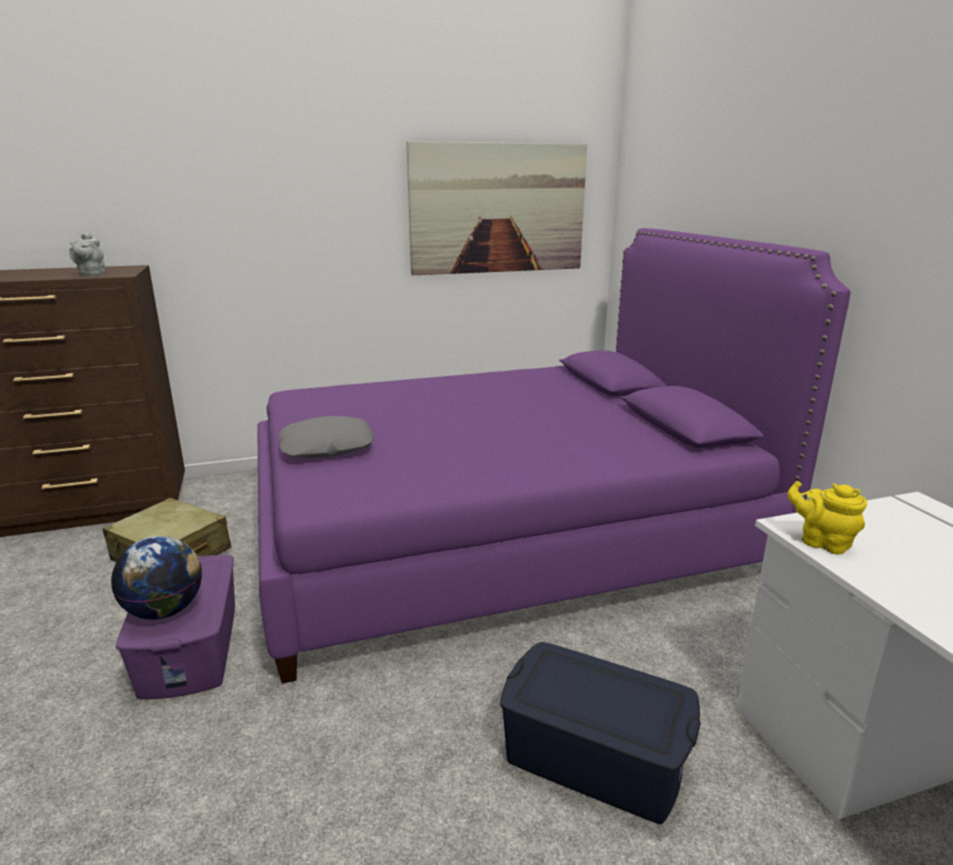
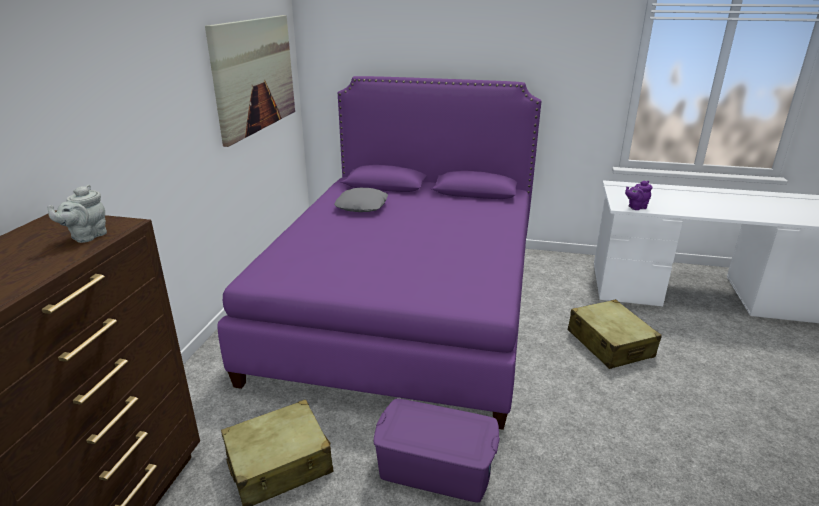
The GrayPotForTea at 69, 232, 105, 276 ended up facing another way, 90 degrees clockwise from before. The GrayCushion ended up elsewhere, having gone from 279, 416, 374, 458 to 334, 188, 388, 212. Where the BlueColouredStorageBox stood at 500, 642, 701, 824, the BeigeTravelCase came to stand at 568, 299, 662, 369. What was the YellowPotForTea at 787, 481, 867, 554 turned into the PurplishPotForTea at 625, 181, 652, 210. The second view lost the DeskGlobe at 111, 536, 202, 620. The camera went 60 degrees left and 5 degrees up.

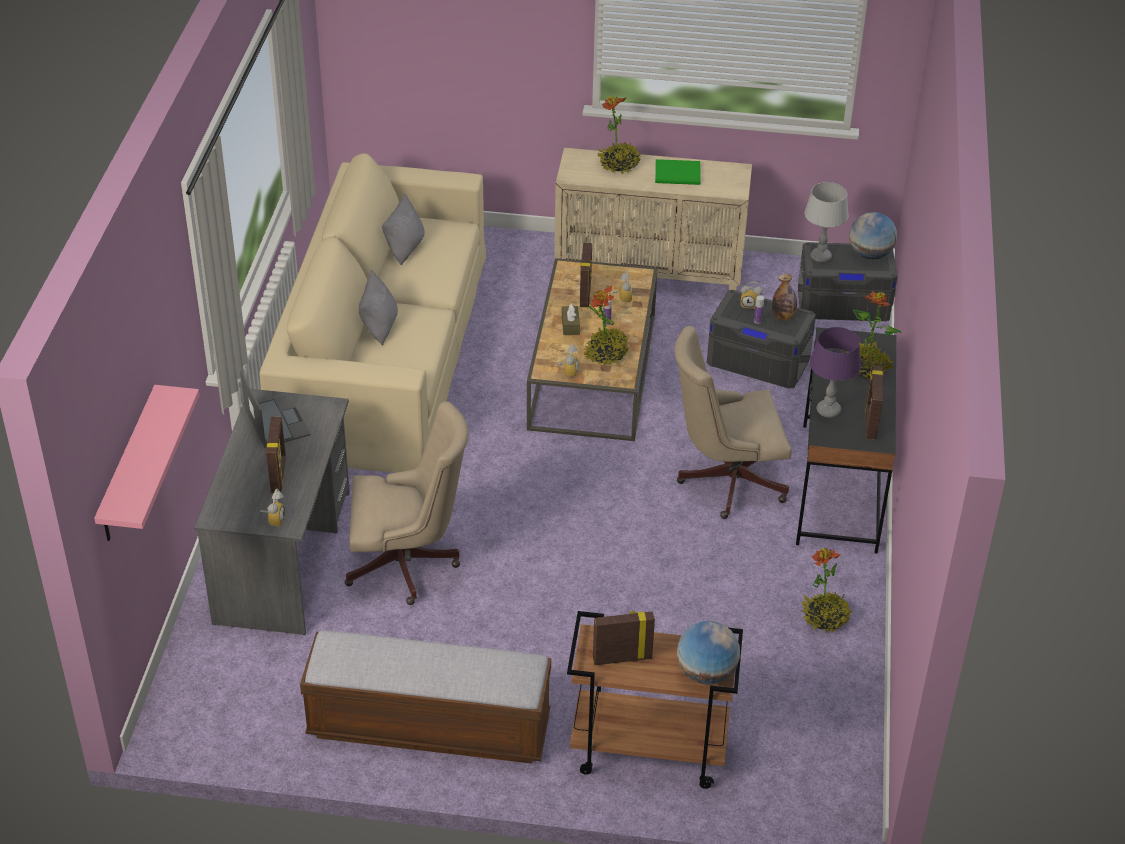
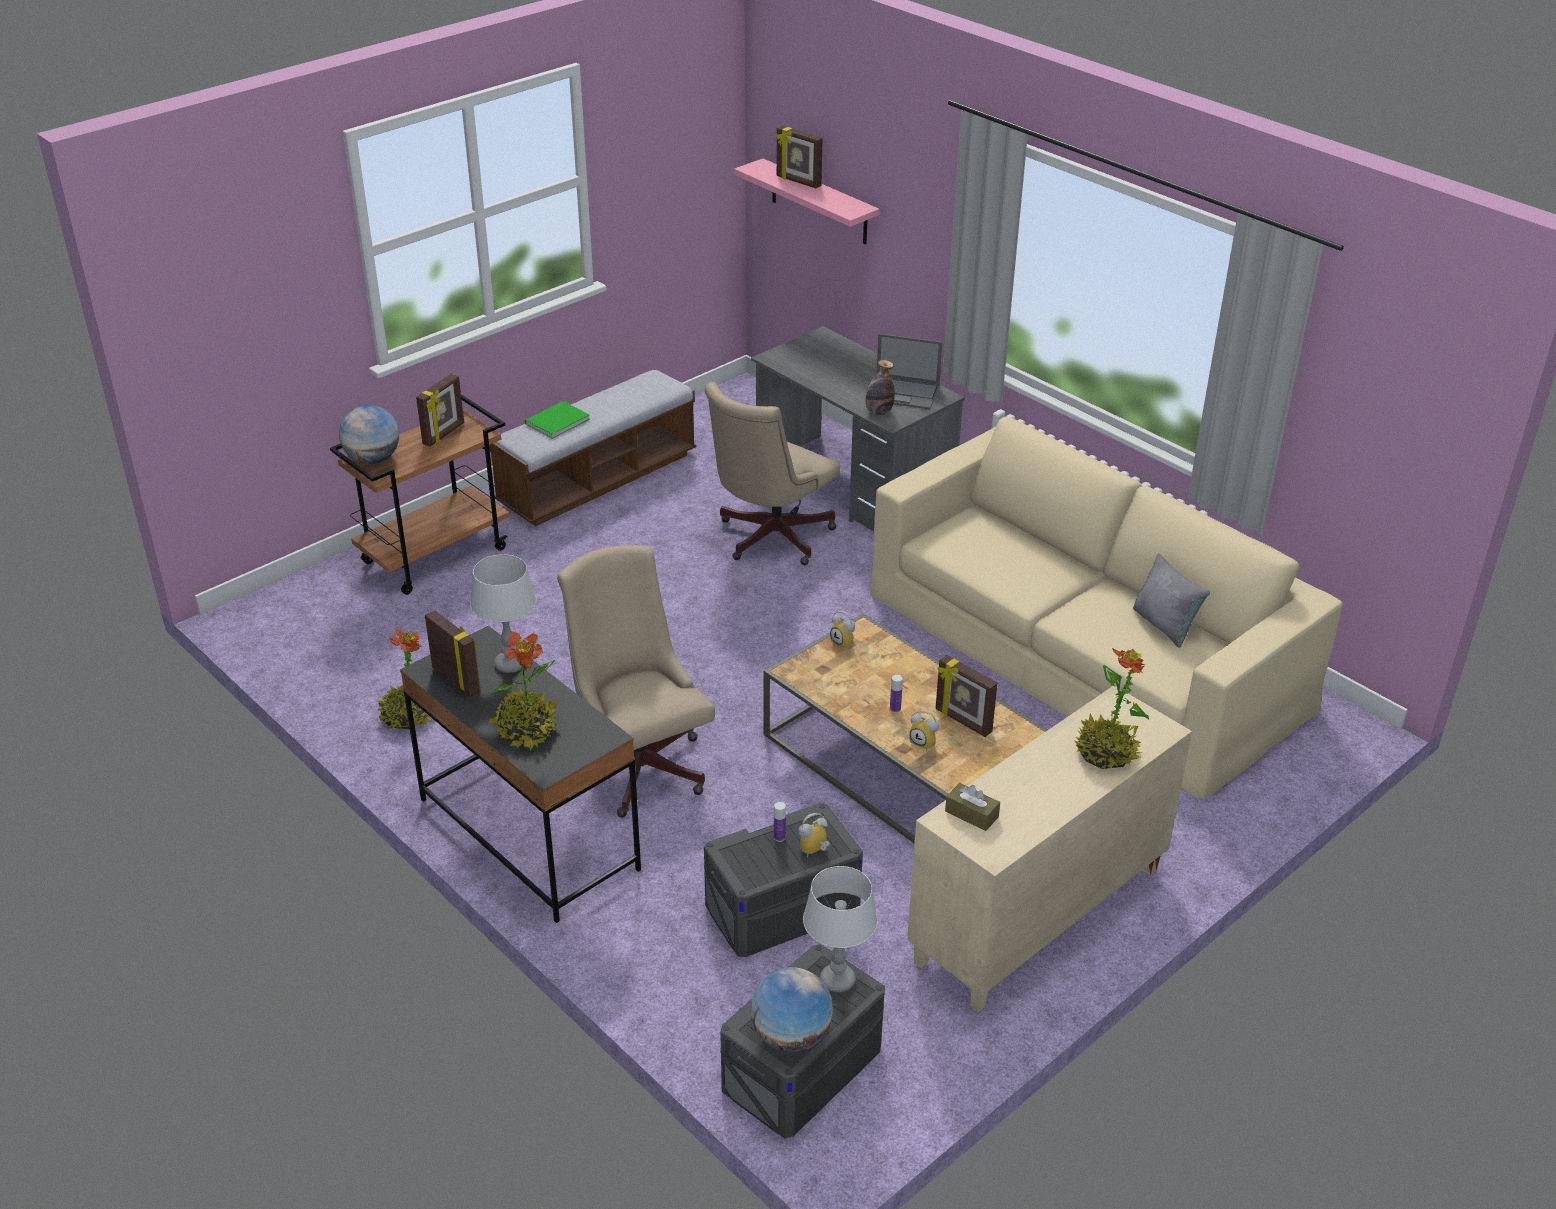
What was the PurplishTableLamp at 810, 327, 861, 418 turned into the GrayTableLamp at 470, 554, 537, 673. The GreenVolume ended up elsewhere, having gone from 655, 159, 701, 185 to 525, 401, 590, 439. The BeigeComputerChair at 675, 326, 792, 519 ended up facing another way, 60 degrees counterclockwise from before. The PhotoFrame ended up elsewhere, having gone from 266, 416, 286, 493 to 776, 125, 823, 188. The DrinkBottle ended up elsewhere, having gone from 772, 274, 797, 321 to 866, 360, 895, 416. The BrownColouredTissueHolder ended up elsewhere, having gone from 562, 303, 580, 335 to 945, 783, 1000, 831. The second view lost the AlarmClock at 260, 489, 285, 527. The second view lost the GrayCushion at 359, 270, 398, 345. The second view lost the Houseplant at 584, 286, 629, 365. The camera went 130 degrees right and 5 degrees down.

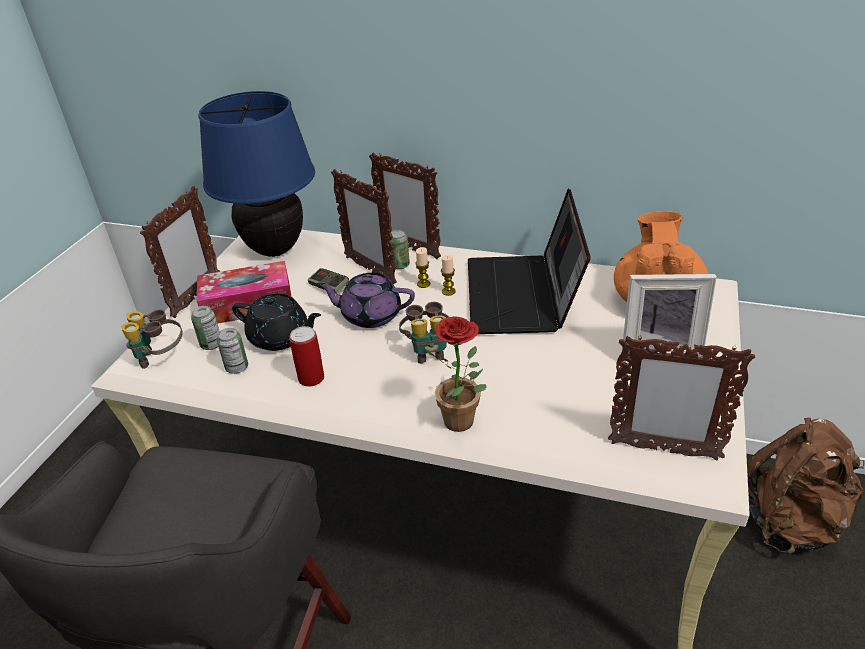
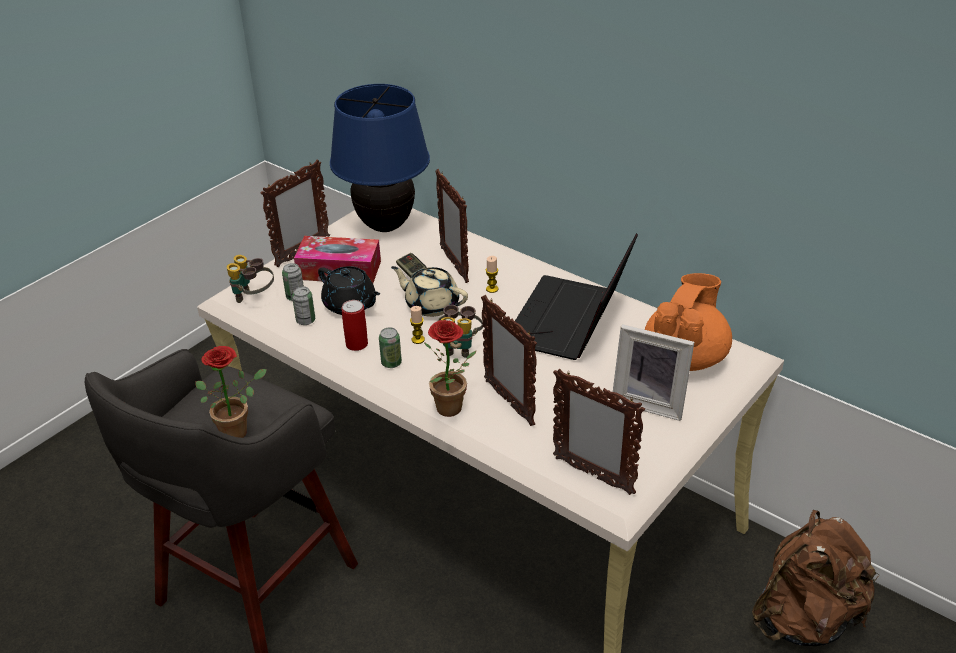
The second view gained the Houseplant at 196, 346, 267, 438. The SealedCan ended up elsewhere, having gone from 391, 229, 410, 269 to 379, 327, 402, 368. What was the PurplishPotForTea at 317, 273, 415, 328 turned into the BeigePotForTea at 391, 266, 468, 317. The Candle ended up elsewhere, having gone from 441, 255, 456, 296 to 410, 306, 425, 344. The PhotoFrame ended up elsewhere, having gone from 369, 152, 441, 259 to 481, 295, 537, 426. The camera went 20 degrees right and 0 degrees up.

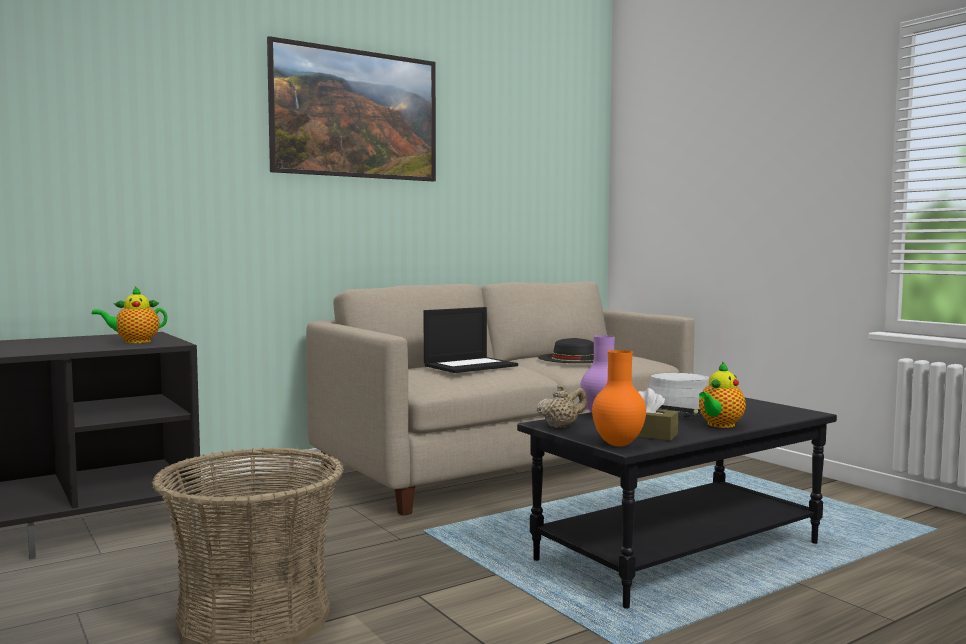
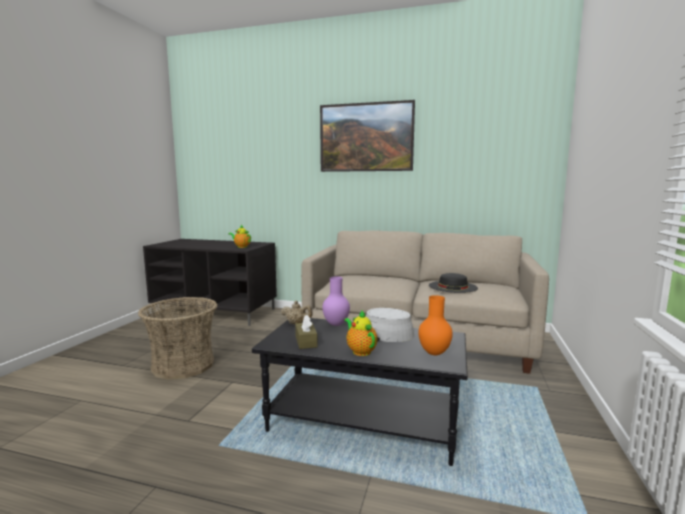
The PotForTea at 699, 361, 746, 428 ended up facing another way, 60 degrees clockwise from before. The OrangeColouredVase ended up elsewhere, having gone from 592, 350, 646, 446 to 418, 295, 453, 355. The second view lost the PortableComputer at 424, 307, 518, 373. The camera went 50 degrees right and 5 degrees up.

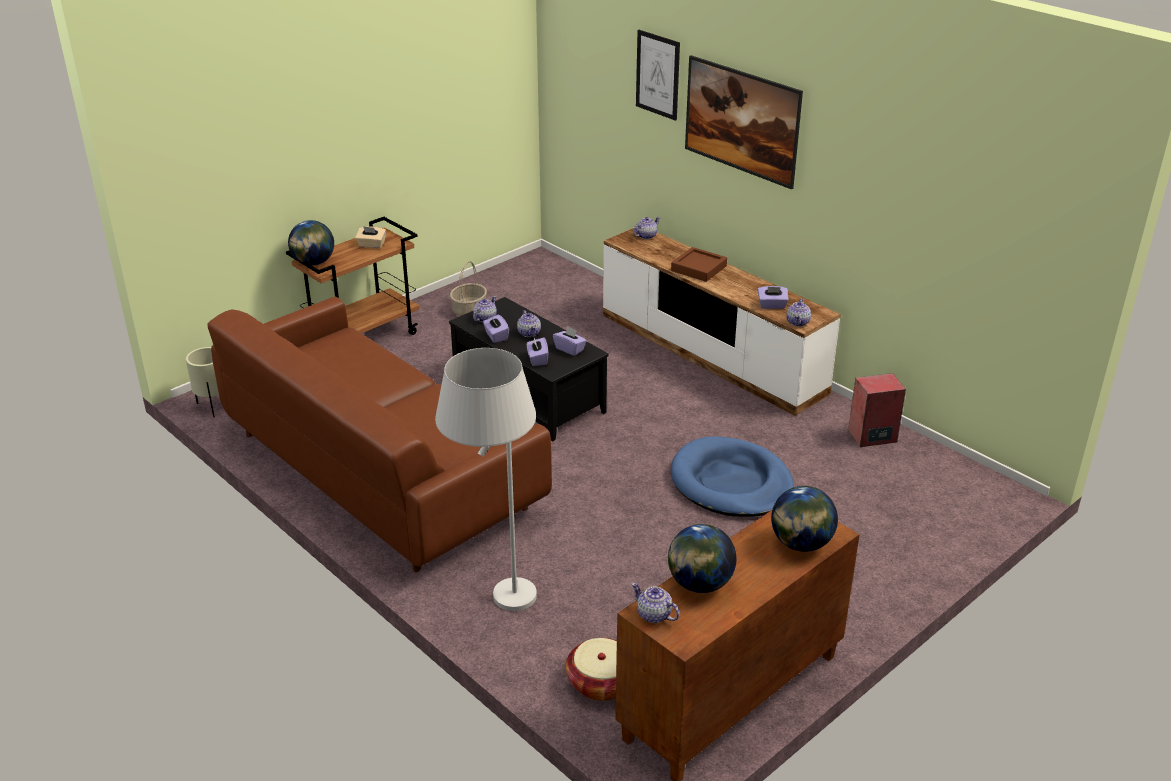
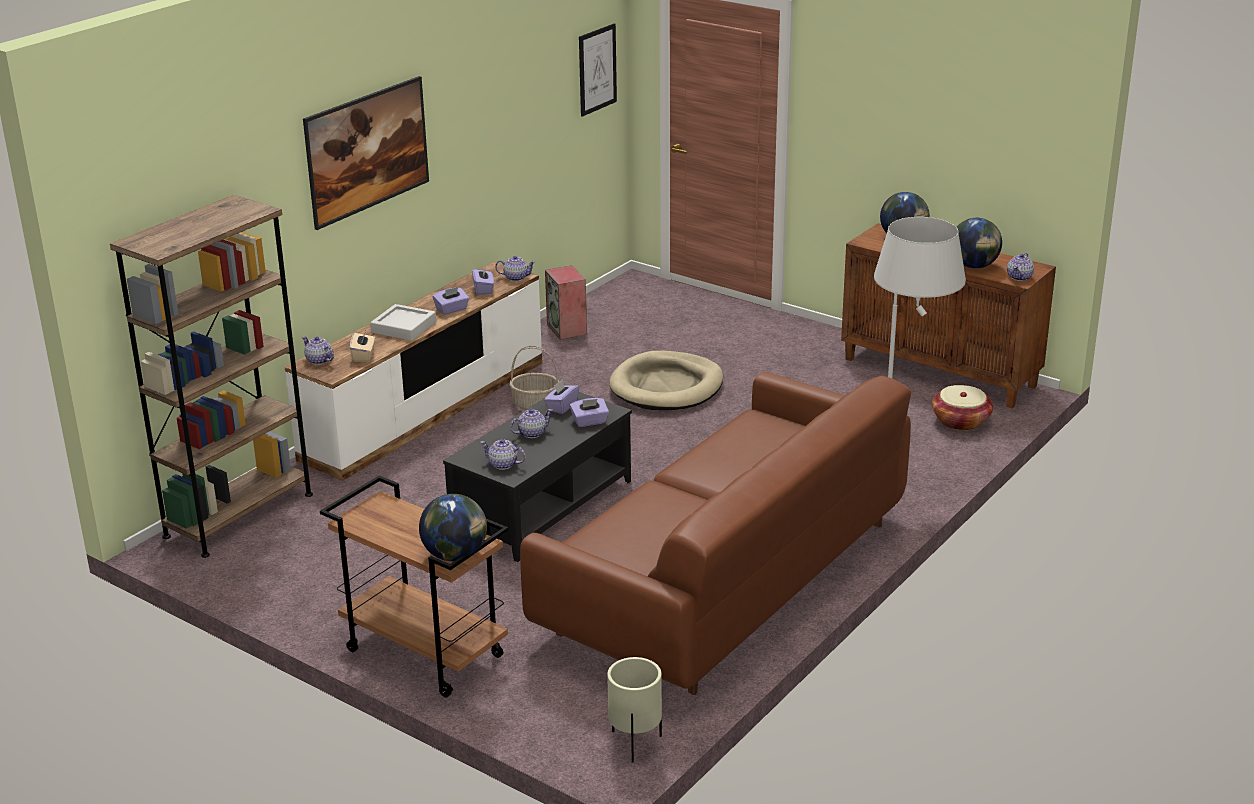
The second view gained the BrownColouredShelvingUnit at 110, 195, 313, 558. The BeigeTissueHolder ended up elsewhere, having gone from 355, 226, 386, 248 to 350, 331, 375, 362. What was the BrownColouredServingTray at 671, 247, 727, 282 turned into the GrayServingTray at 370, 304, 436, 341. The PurplishTissueHolder ended up elsewhere, having gone from 483, 315, 509, 343 to 433, 287, 469, 315. The HouseholdBasket ended up elsewhere, having gone from 450, 261, 487, 316 to 510, 346, 560, 410. The Picture ended up elsewhere, having gone from 636, 30, 680, 121 to 579, 23, 617, 117. What was the BlueColouredDogCushion at 671, 436, 794, 517 turned into the BeigeDogCushion at 609, 351, 723, 410. The camera went 100 degrees left and 5 degrees down.

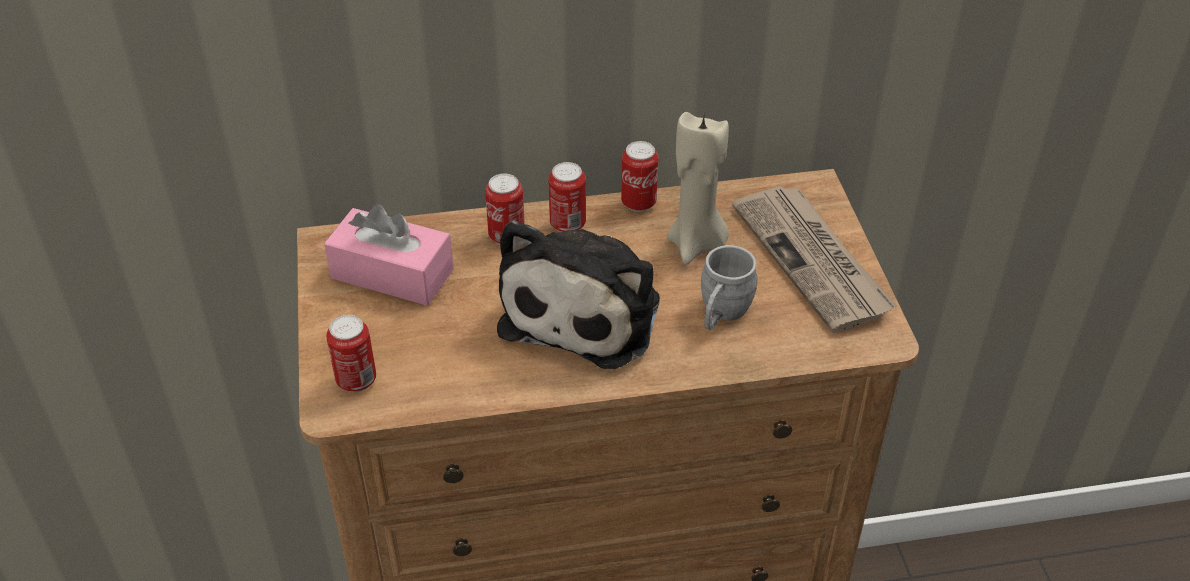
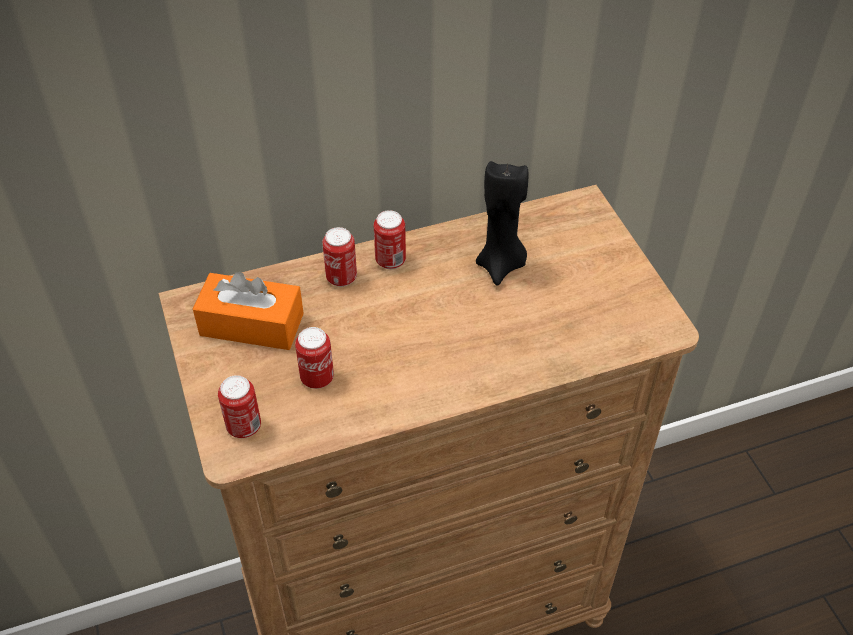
What was the PinkTissueHolder at 324, 205, 454, 306 turned into the OrangeColouredTissueHolder at 193, 272, 304, 350. The SealedCan ended up elsewhere, having gone from 621, 141, 659, 212 to 295, 327, 334, 389. What was the BeigeCandle at 667, 112, 729, 265 turned into the BlackishCandle at 476, 161, 529, 286. The second view lost the PlushToy at 497, 220, 660, 369. The second view lost the GrayMug at 701, 245, 758, 330. The second view lost the PrintedPaper at 732, 186, 897, 333. The camera went 10 degrees left and 5 degrees up.

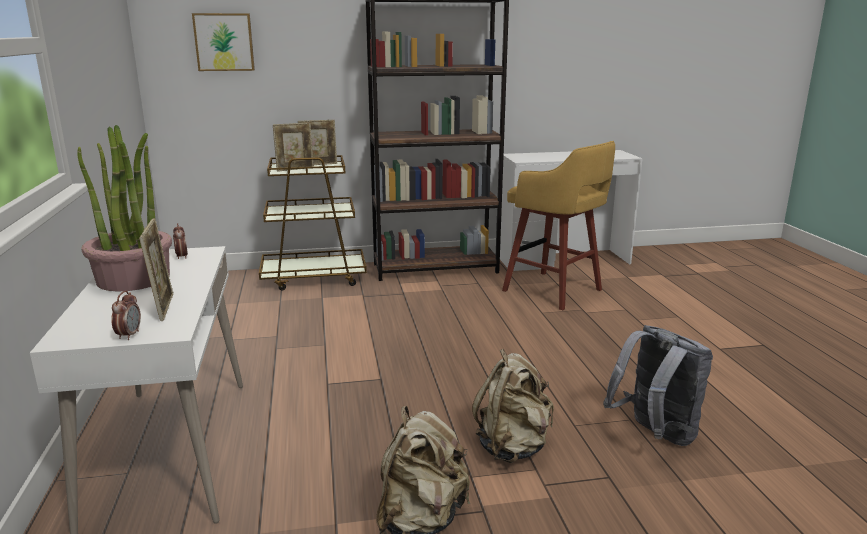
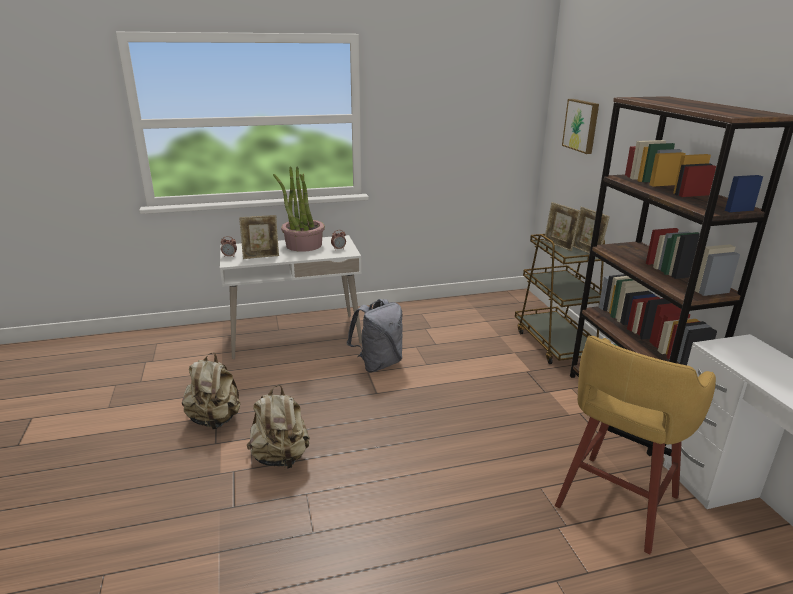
The GrayKnapsack ended up elsewhere, having gone from 603, 325, 713, 446 to 347, 299, 403, 372. The camera went 85 degrees right and 5 degrees up.

